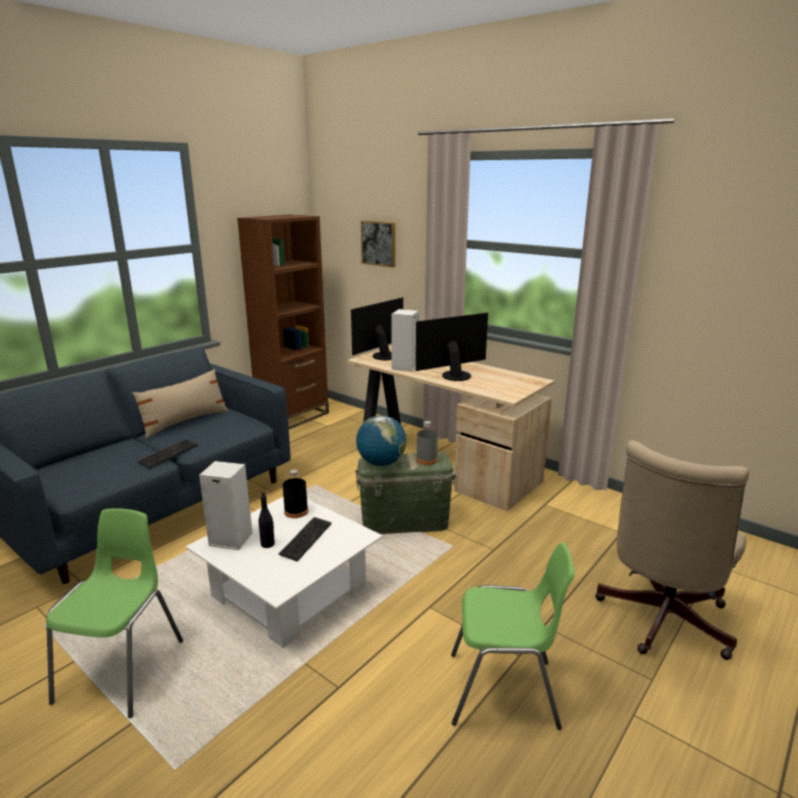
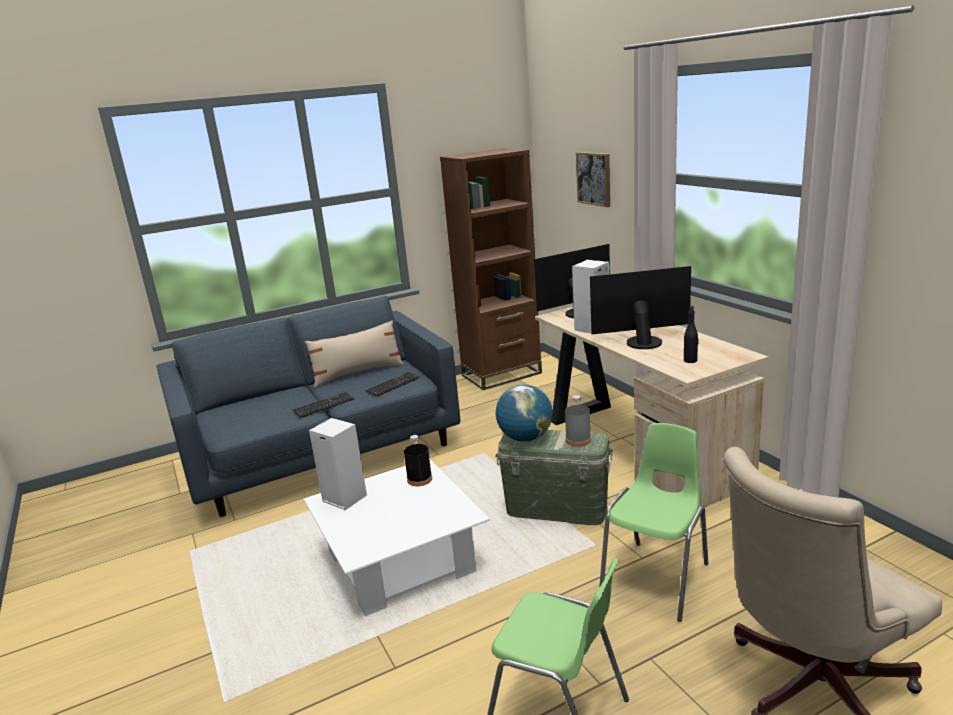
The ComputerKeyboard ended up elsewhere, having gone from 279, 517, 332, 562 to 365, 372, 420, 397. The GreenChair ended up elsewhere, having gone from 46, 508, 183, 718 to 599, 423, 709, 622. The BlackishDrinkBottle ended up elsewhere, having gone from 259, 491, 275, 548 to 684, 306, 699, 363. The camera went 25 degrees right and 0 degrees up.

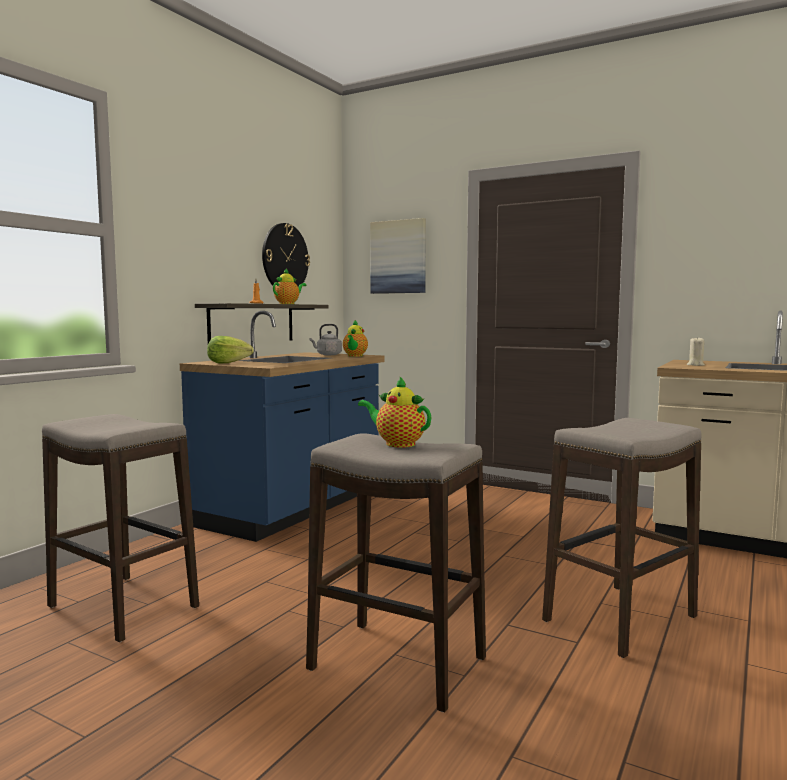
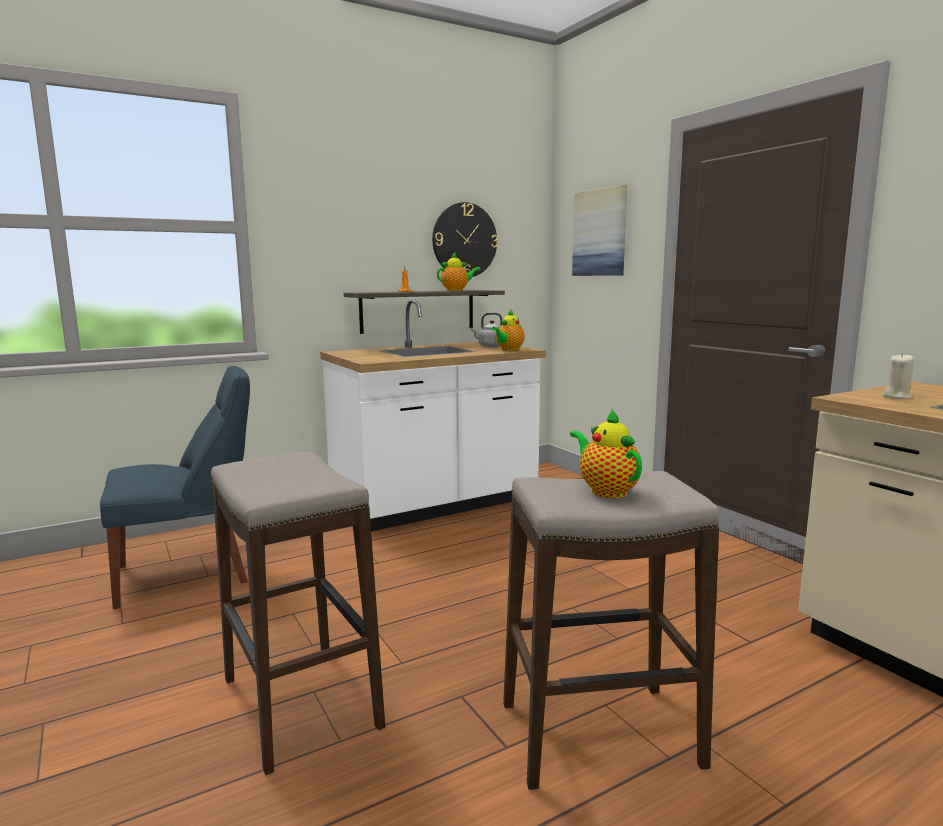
Where the Stool stood at 42, 414, 199, 642, the BlueColouredChair came to stand at 100, 366, 250, 609. What was the BlueColouredKitchenBaseUnit at 180, 311, 384, 542 turned into the WhiteKitchenBaseUnit at 320, 299, 546, 531. The PotForTea ended up elsewhere, having gone from 358, 376, 431, 448 to 570, 409, 642, 498. The second view lost the LettuceHead at 207, 336, 254, 364. The camera went 30 degrees right and 5 degrees up.

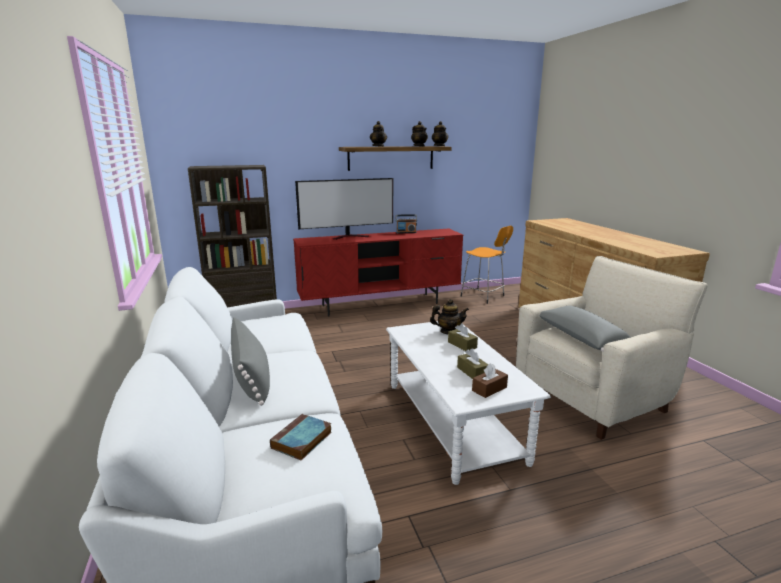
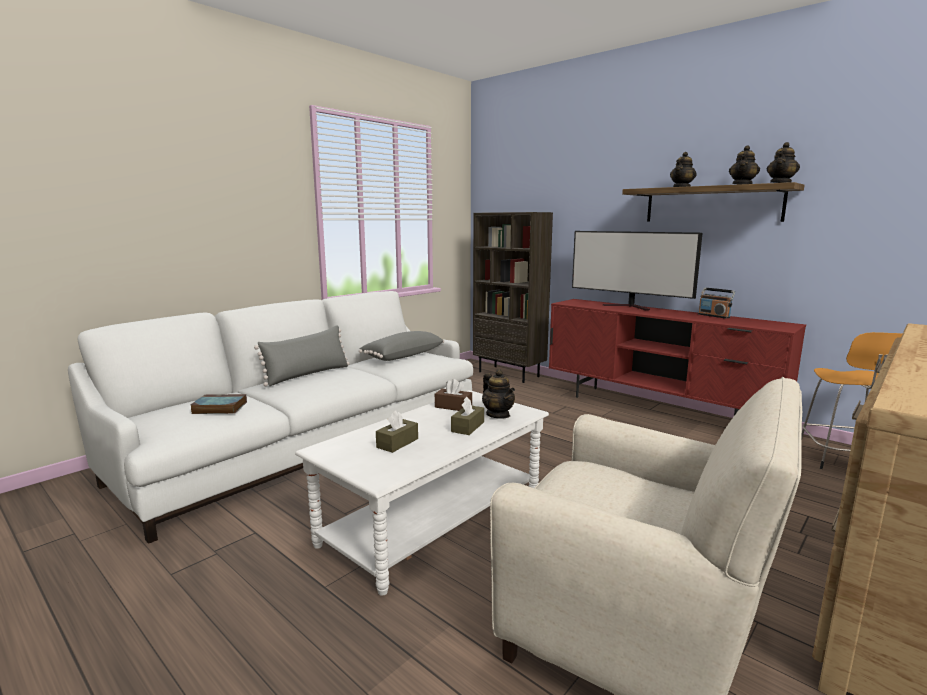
The GrayCushion ended up elsewhere, having gone from 540, 306, 631, 352 to 359, 331, 444, 361. The BrownColouredTissueHolder ended up elsewhere, having gone from 472, 363, 508, 398 to 435, 379, 472, 411. The camera went 60 degrees right and 5 degrees down.

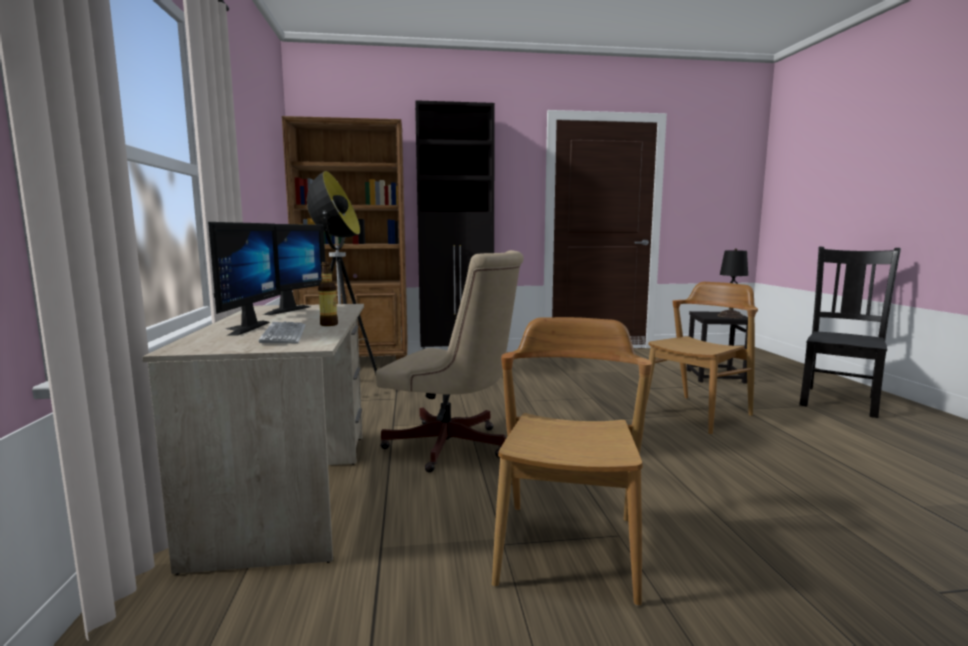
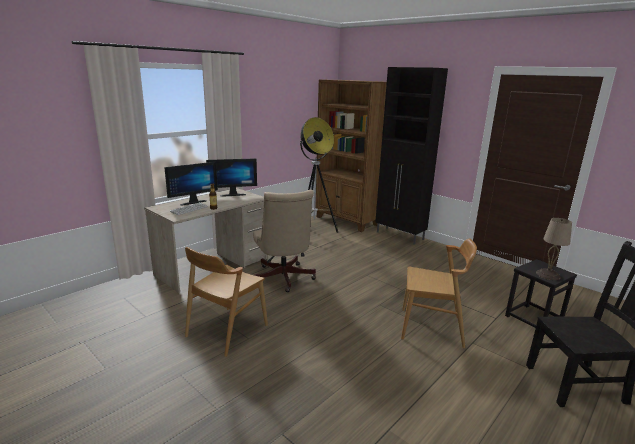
The BrownColouredChair at 492, 317, 652, 606 ended up facing another way, 150 degrees clockwise from before. What was the BlackishTableLamp at 717, 248, 748, 318 turned into the BeigeTableLamp at 536, 218, 572, 280. The camera went 50 degrees right and 10 degrees up.

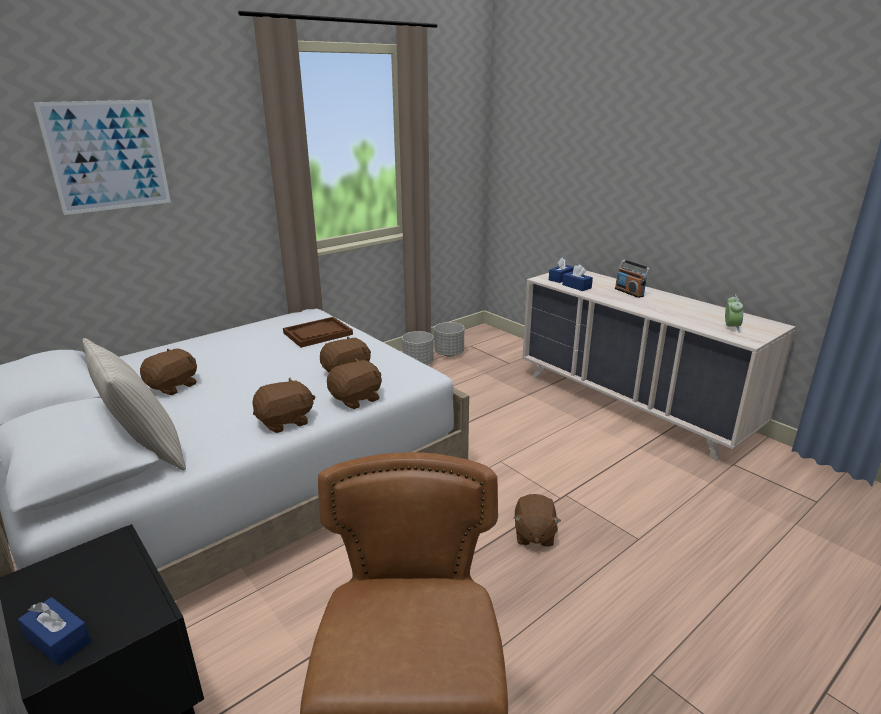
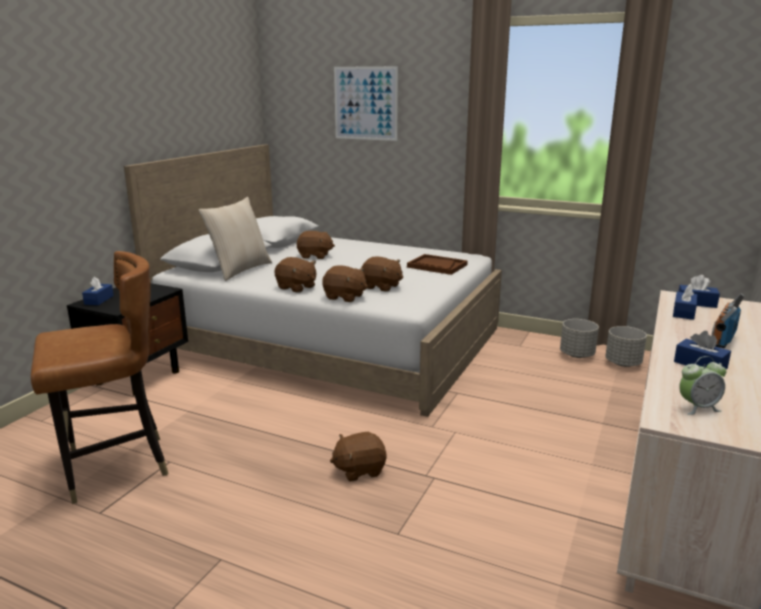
The second view gained the BlueColouredTissueHolder at 674, 331, 731, 369. The camera went 65 degrees right and 5 degrees down.

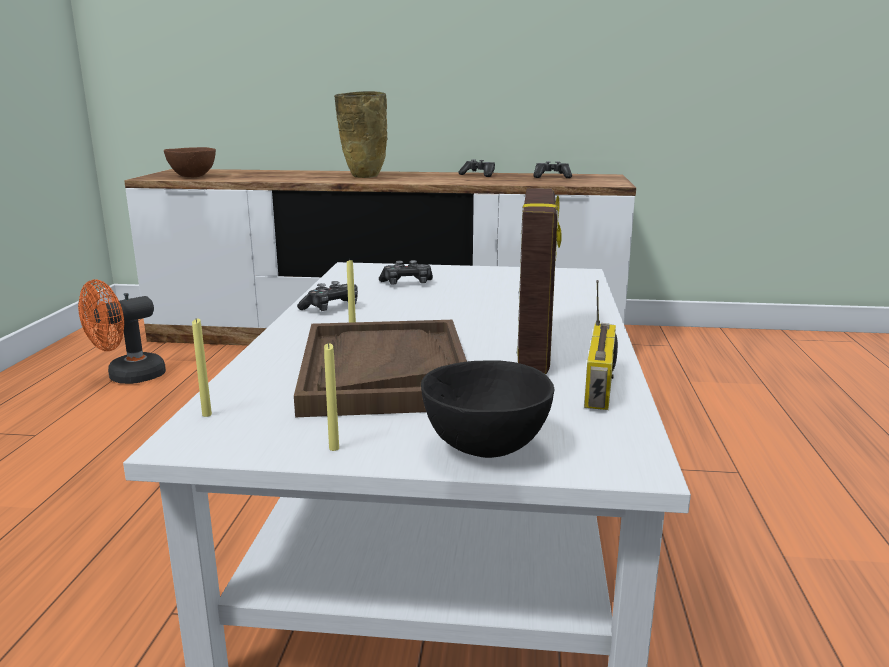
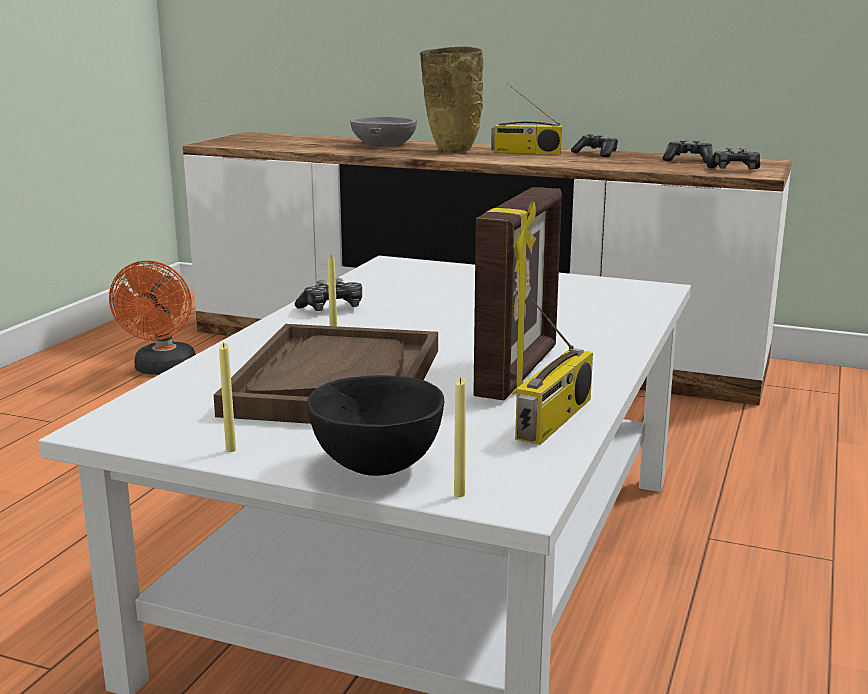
The OrangeColouredFan at 78, 279, 166, 384 ended up facing another way, 60 degrees counterclockwise from before. The second view gained the GrayBowl at 350, 116, 417, 146. The YellowCandle ended up elsewhere, having gone from 192, 319, 212, 417 to 454, 378, 466, 497. The second view gained the Radio at 491, 83, 562, 154. The GameController ended up elsewhere, having gone from 379, 260, 433, 284 to 707, 148, 760, 169. The second view lost the BrownColouredBowl at 164, 147, 216, 177. The camera went 15 degrees right and 0 degrees up.

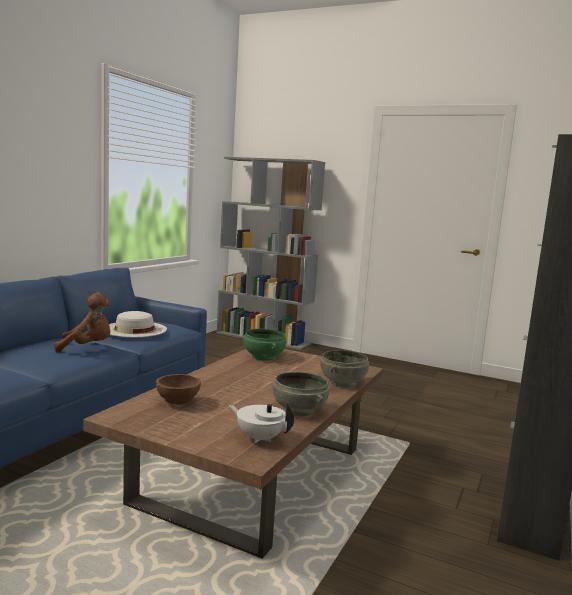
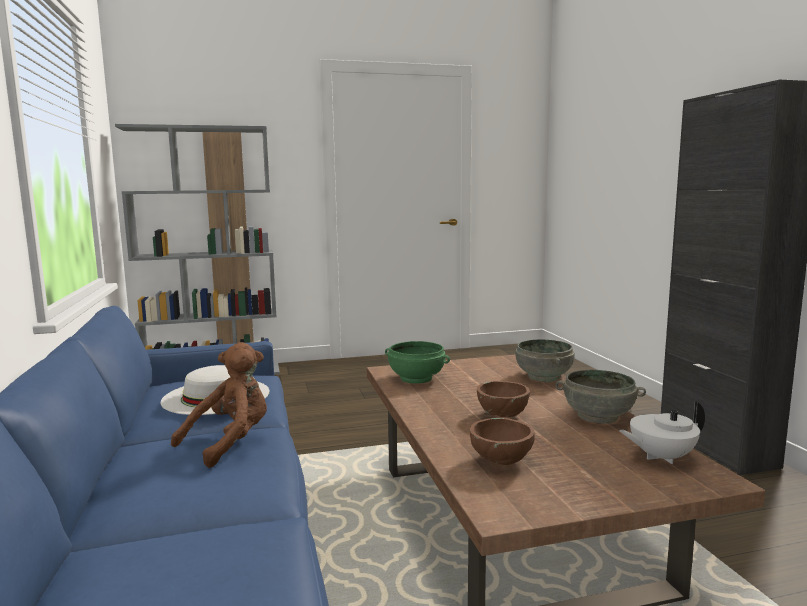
The second view gained the BrownColouredBowl at 477, 381, 530, 417. The camera went 40 degrees left and 0 degrees up.

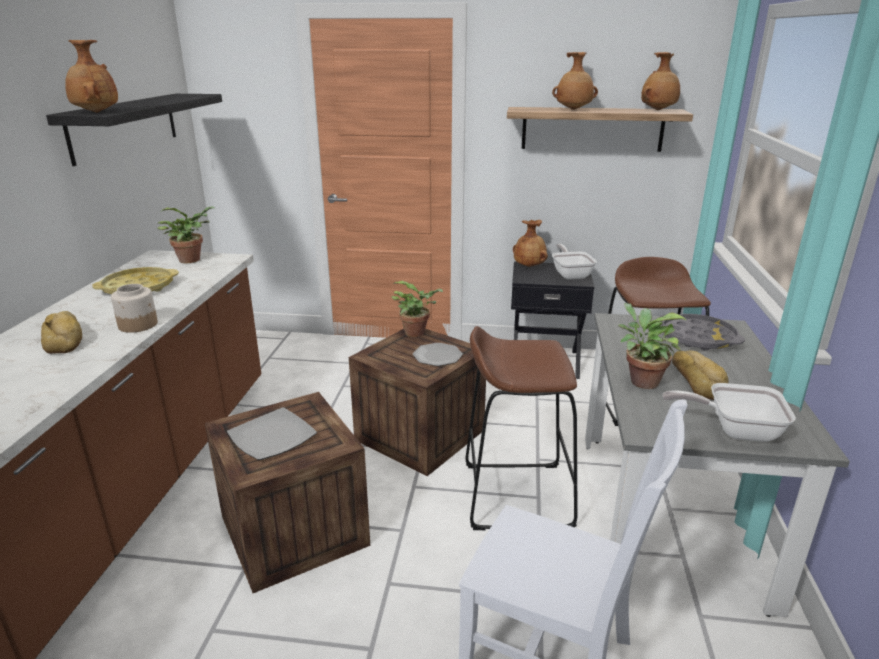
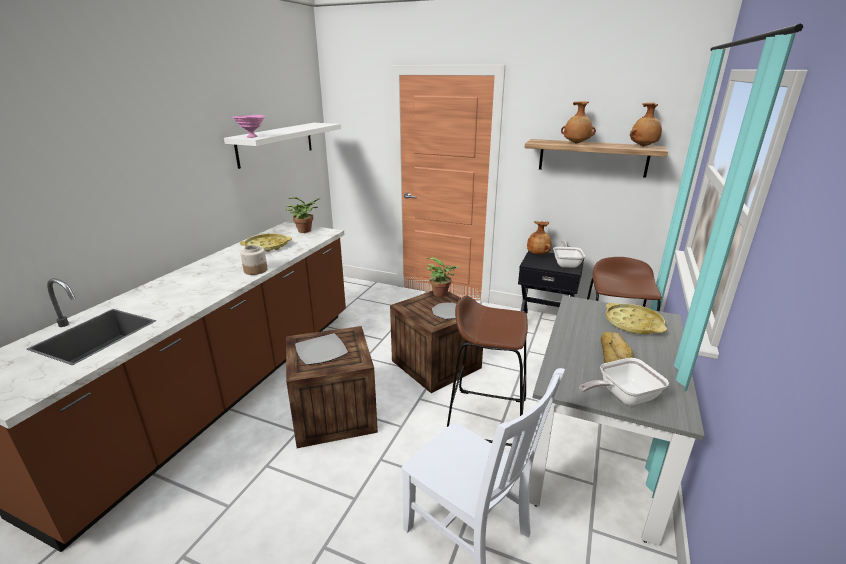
What was the BlackishWallShelf at 46, 94, 222, 166 turned into the WhiteWallShelf at 224, 123, 341, 169. Where the BrownColouredVase stood at 65, 40, 118, 113, the PinkBowl came to stand at 232, 115, 265, 138. The Skillet at 662, 383, 796, 442 ended up facing another way, 45 degrees counterclockwise from before. What was the GrayServingTray at 659, 314, 745, 351 turned into the YellowServingTray at 605, 303, 667, 334. The second view lost the Bread at 41, 311, 82, 354. The second view lost the Houseplant at 618, 303, 687, 389. The camera went 15 degrees right and 0 degrees up.

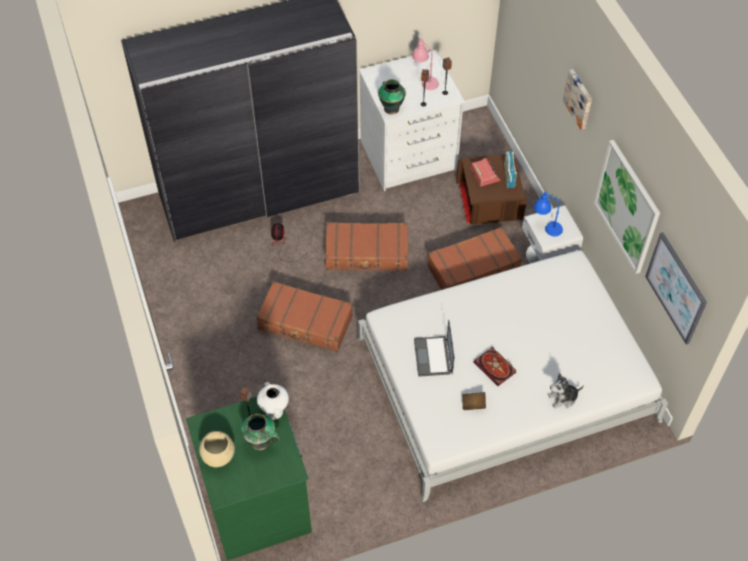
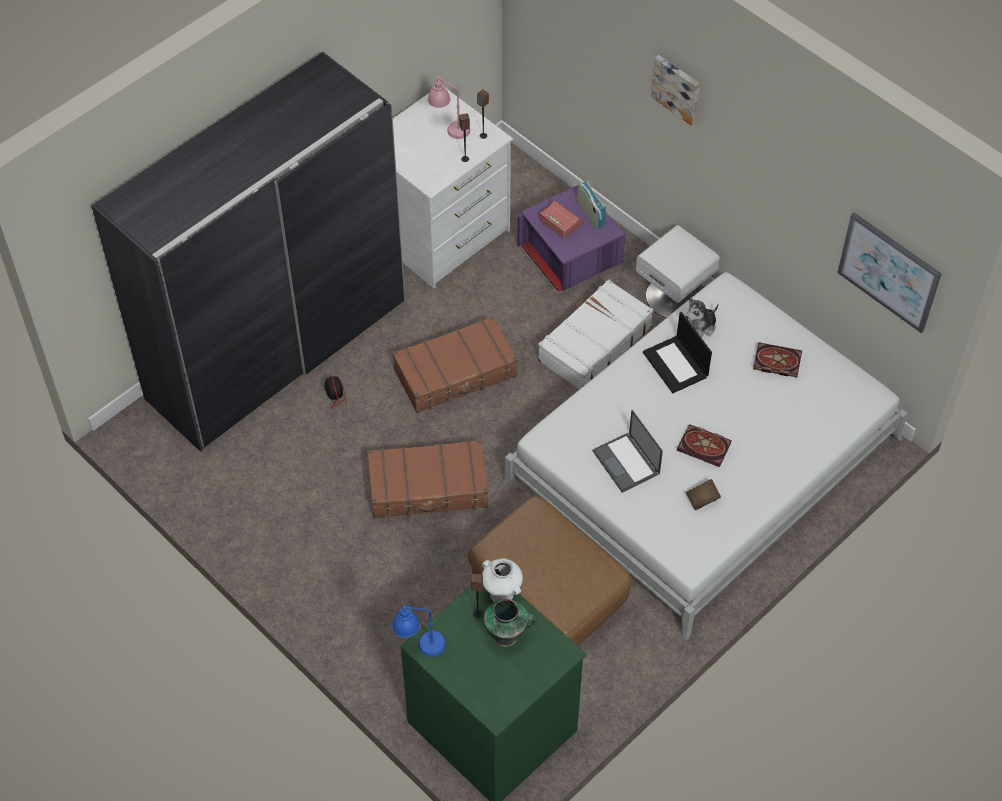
The BlueColouredTableLamp ended up elsewhere, having gone from 534, 192, 563, 236 to 392, 605, 446, 657. The second view gained the BrownColouredFootrest at 468, 496, 632, 646. What was the BrownColouredStorageBox at 456, 154, 527, 224 turned into the PurplishStorageBox at 517, 185, 625, 292. What was the BrownColouredTravelCase at 427, 227, 522, 290 turned into the WhiteTravelCase at 538, 279, 654, 389. The second view gained the PortableComputer at 643, 312, 712, 393. The PlushToy ended up elsewhere, having gone from 548, 373, 584, 409 to 686, 297, 718, 338. The second view gained the Volume at 753, 342, 802, 377. The second view lost the BeigeBowl at 199, 431, 235, 467. The second view lost the Vase at 378, 79, 406, 114. The second view lost the Picture at 593, 140, 660, 274. The camera went 25 degrees left and 0 degrees up.

